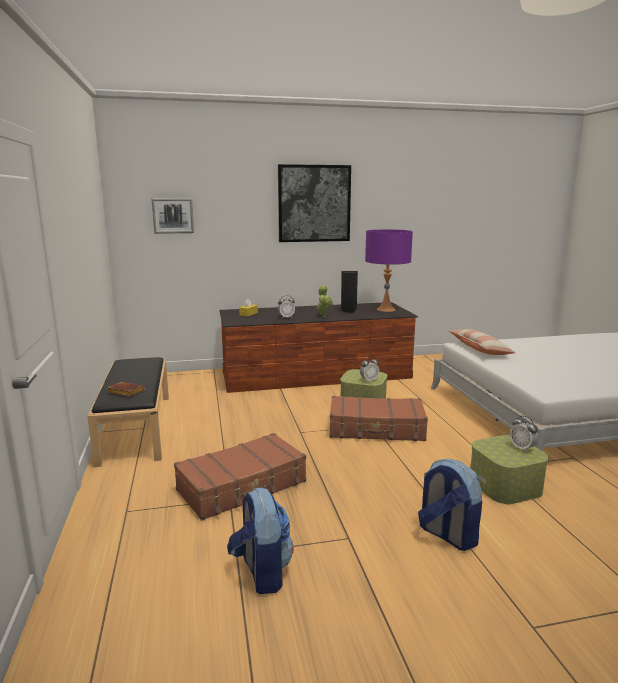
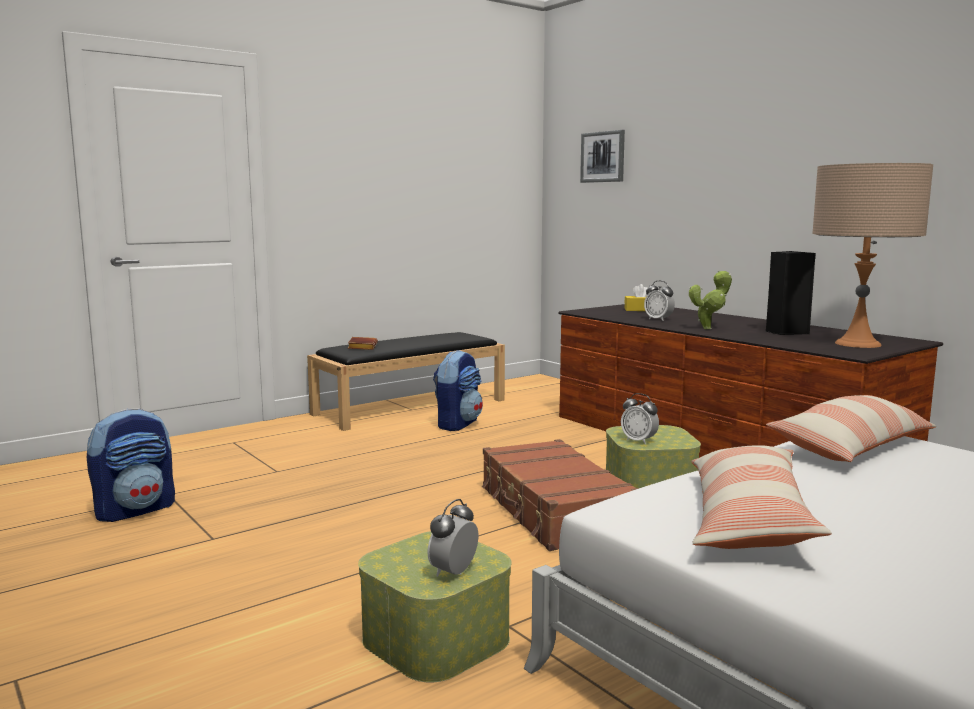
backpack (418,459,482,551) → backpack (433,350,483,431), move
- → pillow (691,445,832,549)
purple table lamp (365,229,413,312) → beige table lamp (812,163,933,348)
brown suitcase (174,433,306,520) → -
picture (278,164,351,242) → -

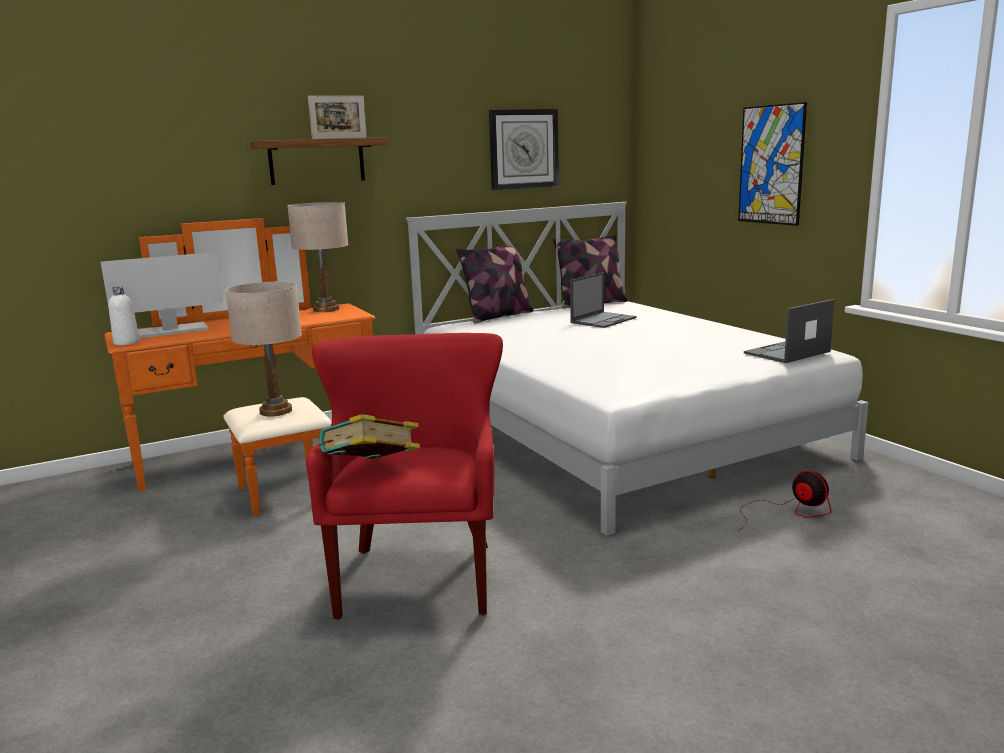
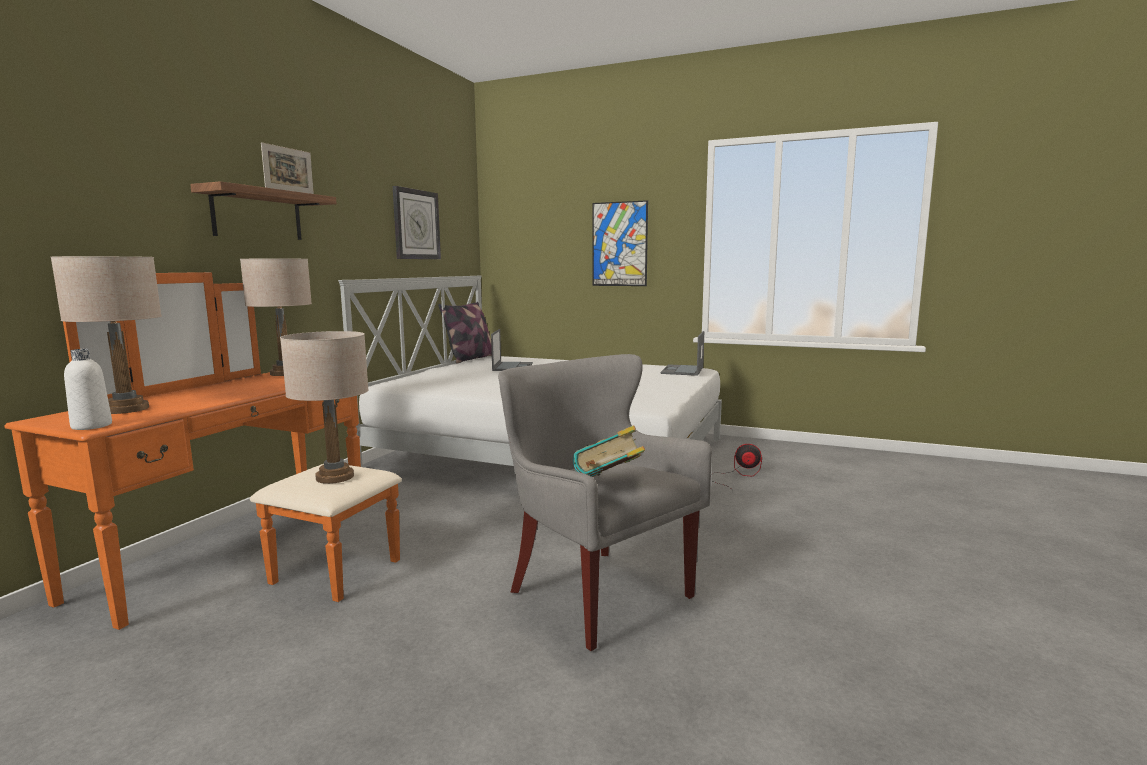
monitor (101,252,223,338) → beige table lamp (51,256,162,414)
red armchair (306,333,503,620) → grey armchair (498,354,712,651)
pillow (456,242,533,323) → -

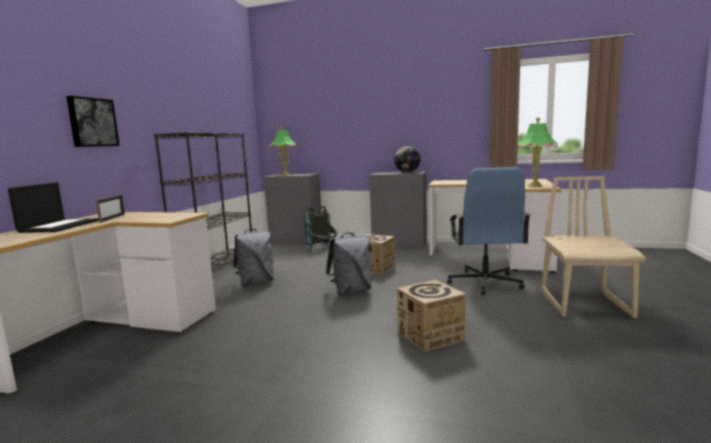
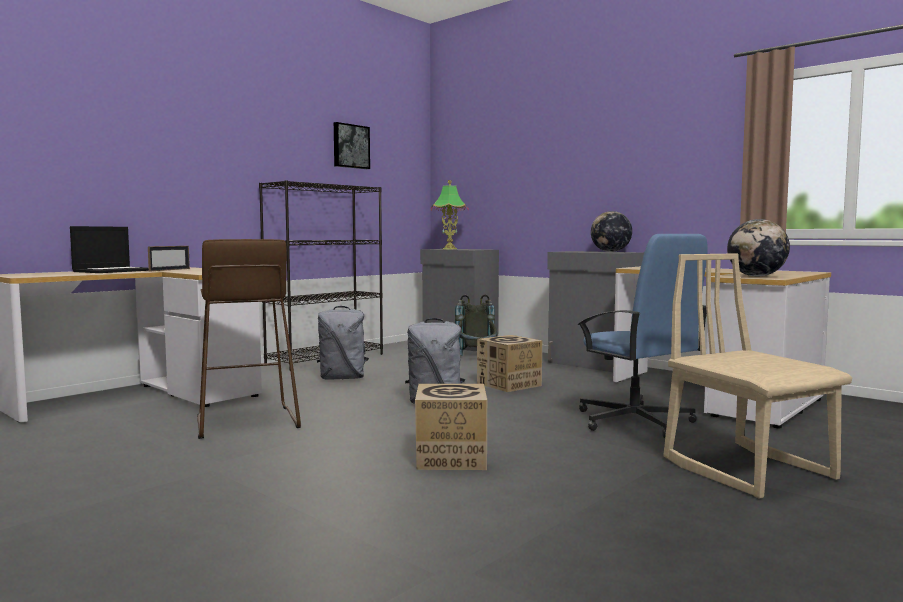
- → brown stool (197,239,301,439)
picture (66,96,119,147) → picture (334,122,370,169), move
blue office chair (447,167,530,295) → blue office chair (577,234,708,438), 60 degrees counterclockwise
beige chair (541,176,646,318) → beige chair (664,253,852,499), 60 degrees counterclockwise
table lamp (517,118,558,187) → globe (727,219,790,277)

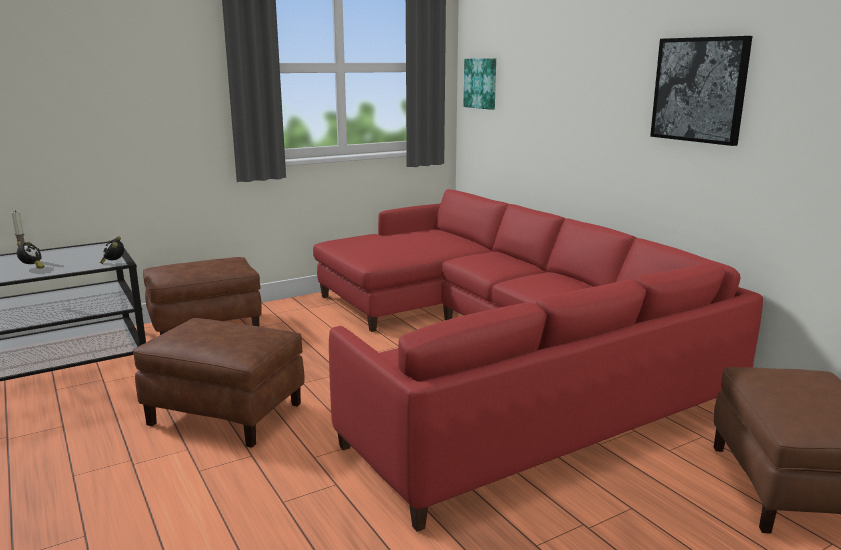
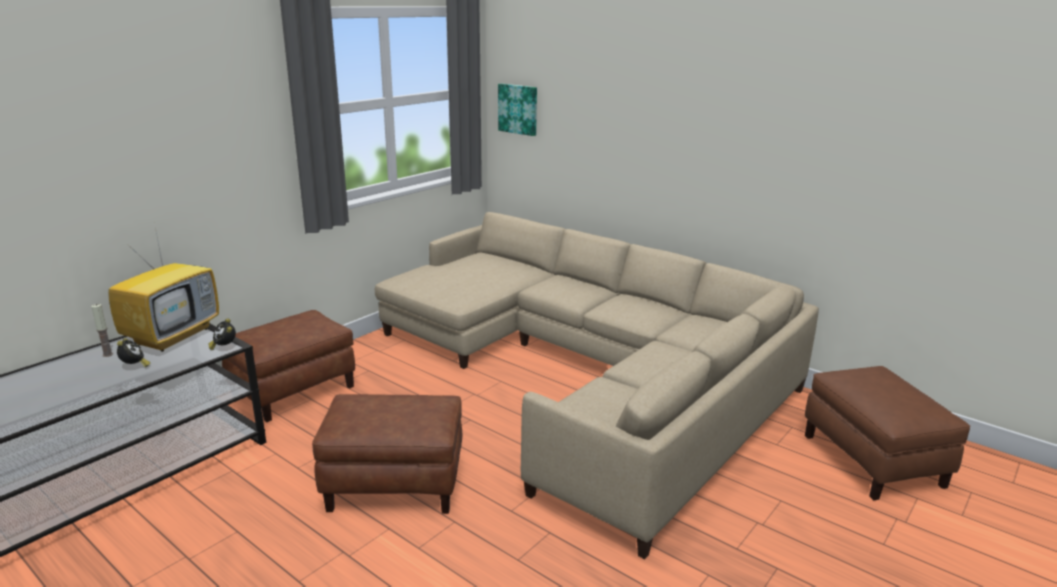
- → television (108,227,219,352)
red sofa (313,189,763,532) → beige sofa (375,212,819,559)
picture (650,36,752,146) → -

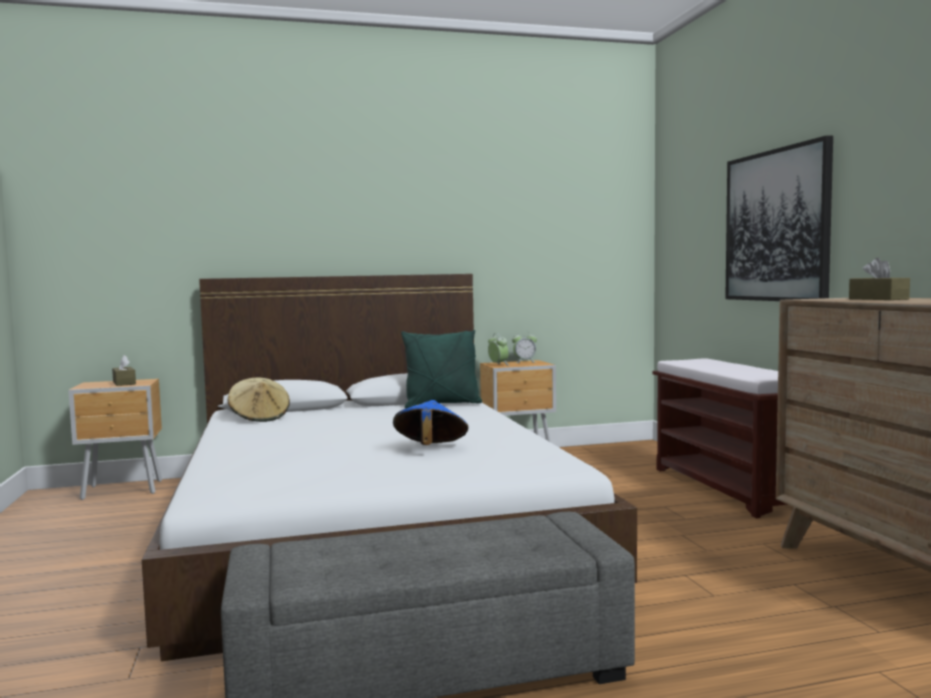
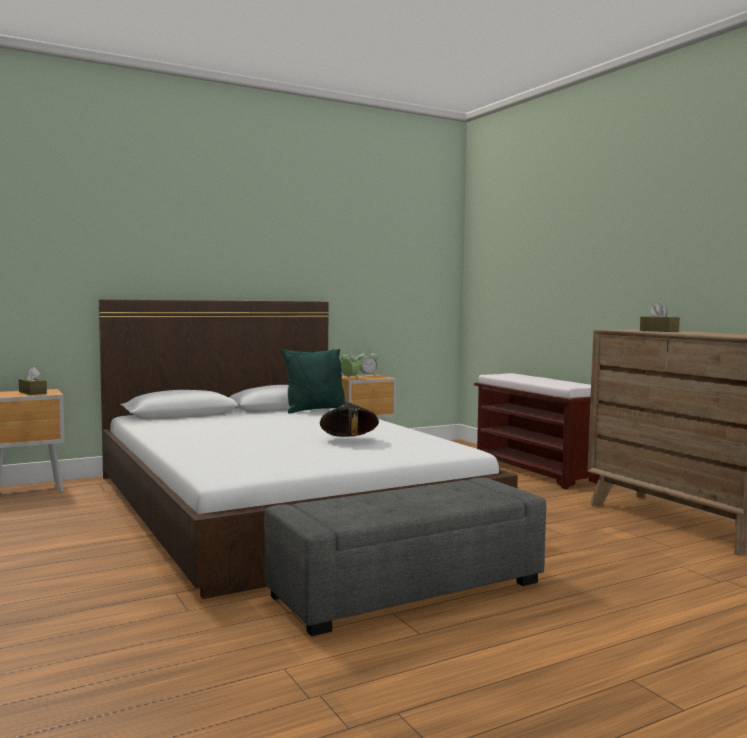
blue hat (393,400,468,445) → black hat (320,403,379,437)
beige hat (227,378,290,422) → -
picture (725,135,833,301) → -

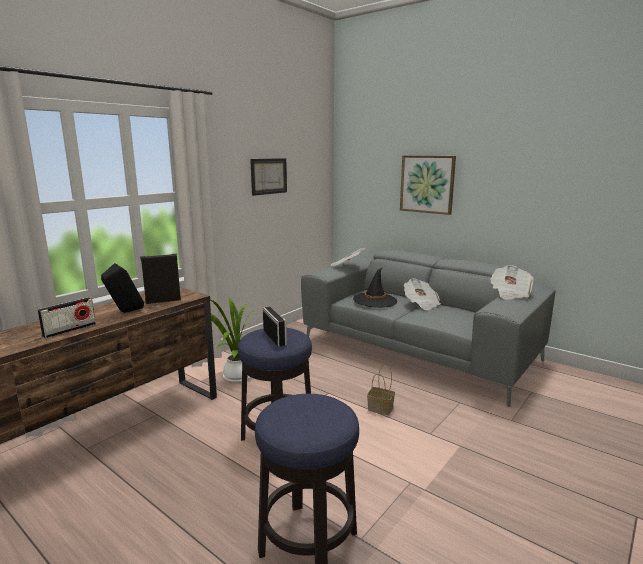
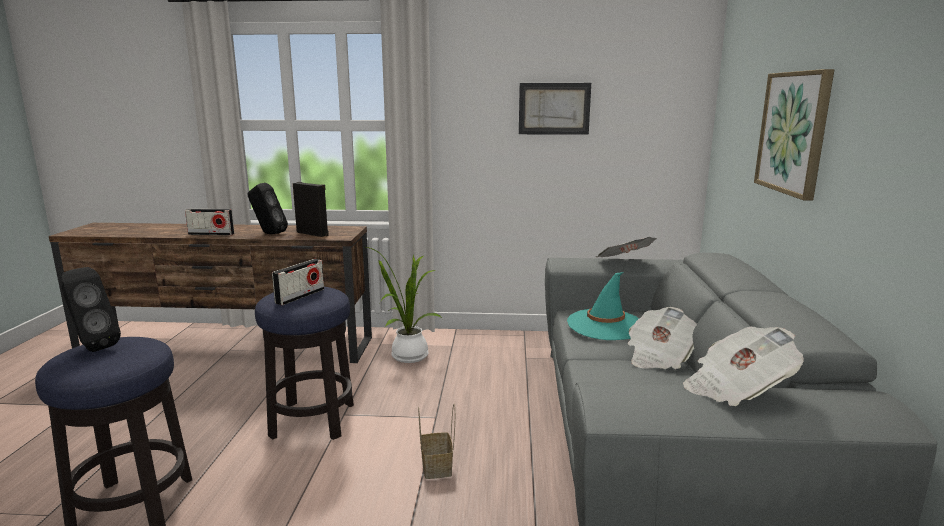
- → black speaker (60,267,121,352)
black hat (353,268,398,308) → turquoise hat (567,272,639,340)

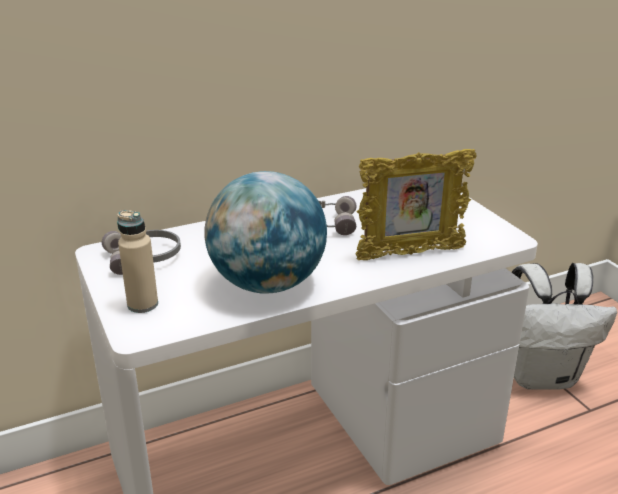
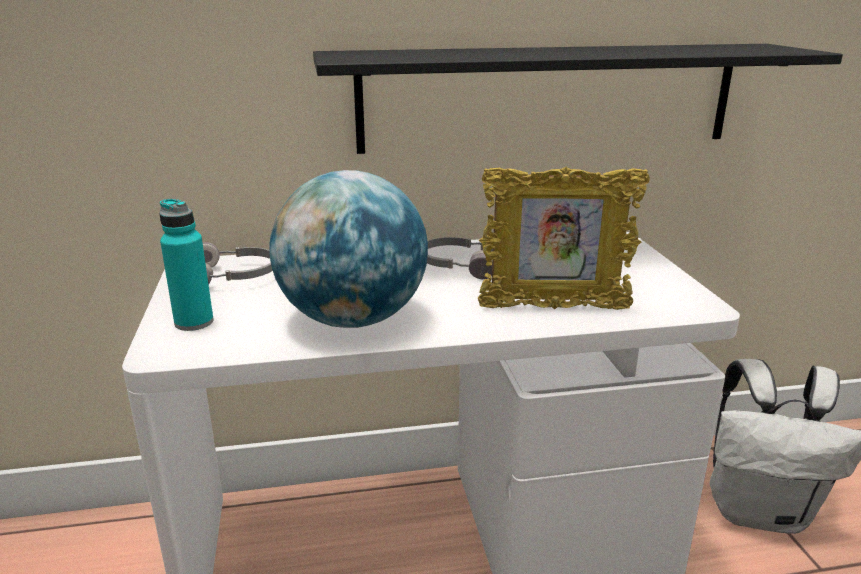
beige bottle (117,210,158,313) → turquoise bottle (159,198,214,331)
- → black shelf (313,44,843,154)

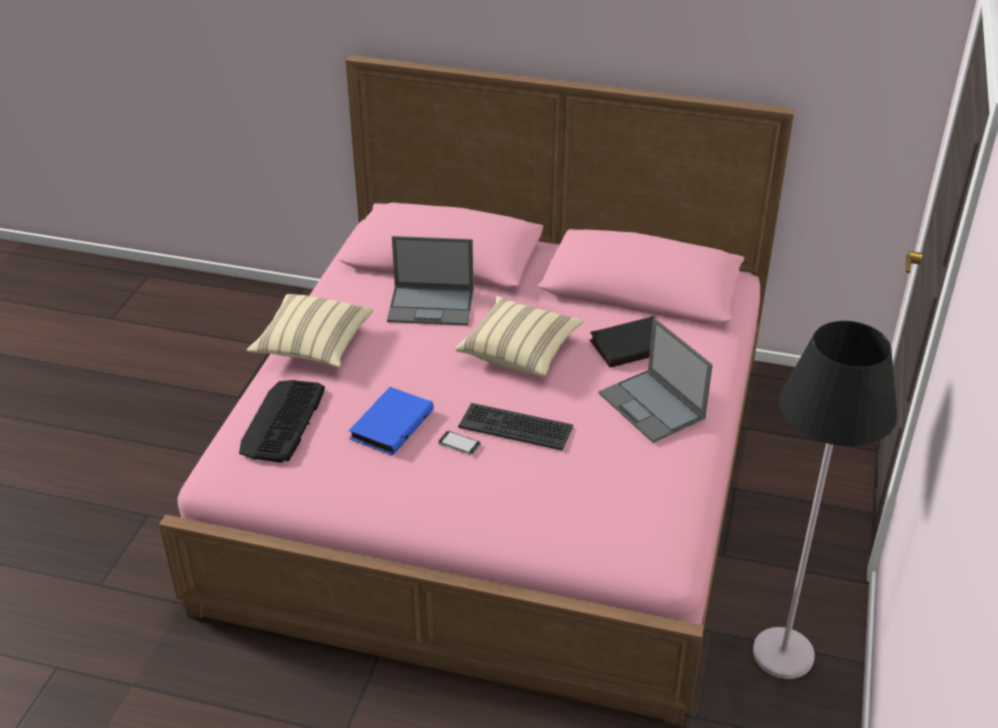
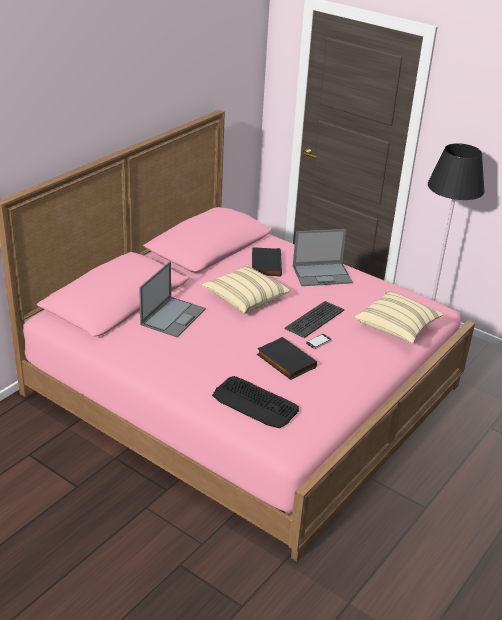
blue book (349,387,434,456) → black book (257,337,317,380)
beige pillow (247,294,373,367) → beige pillow (354,290,444,343), move

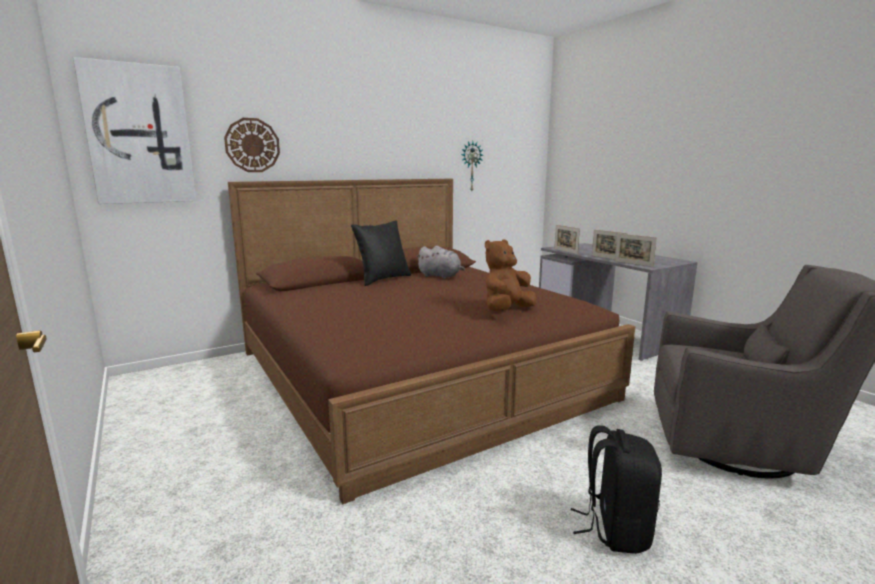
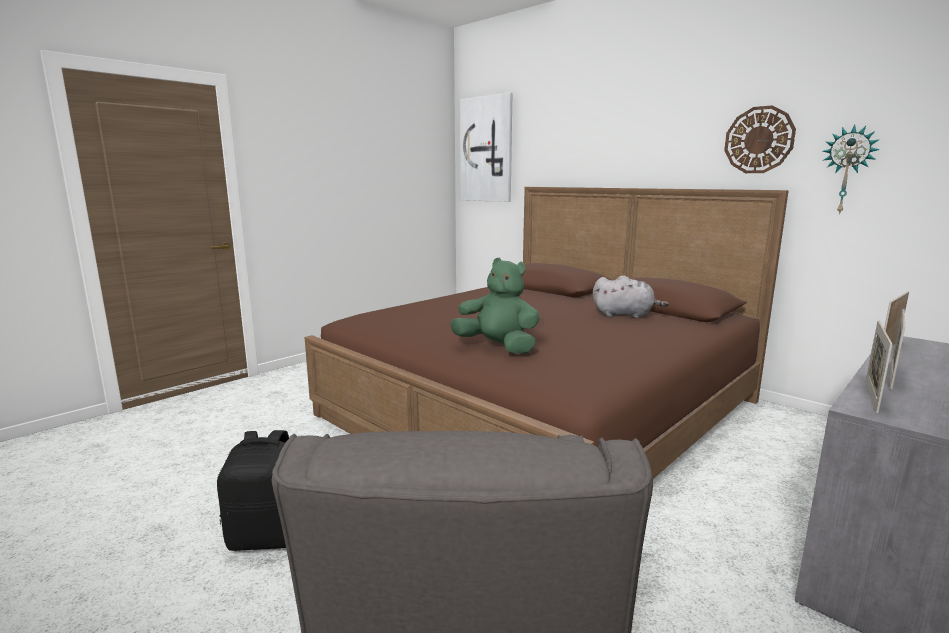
brown plush toy (485,239,536,311) → green plush toy (450,258,540,354)
grey plush toy (416,246,465,279) → grey plush toy (593,276,669,318), 90 degrees counterclockwise
wall clock (224,118,280,172) → wall clock (724,105,796,173), move
black pillow (351,221,411,286) → -

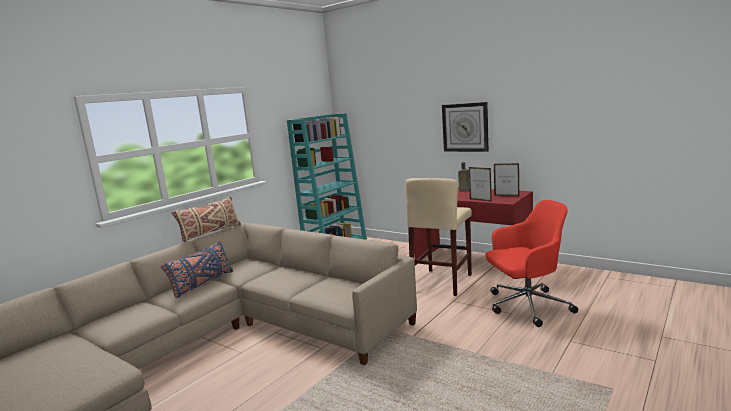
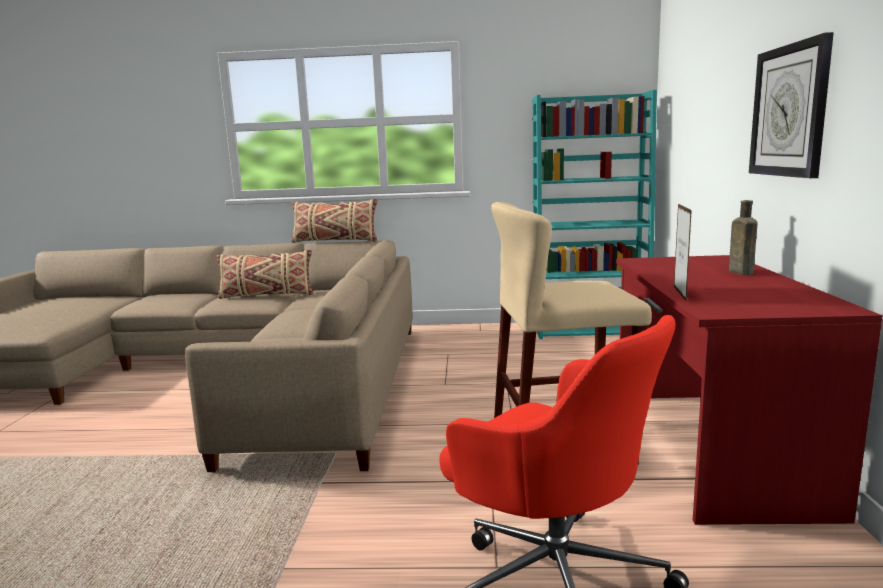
blue pillow (160,241,233,298) → beige pillow (216,250,313,299)
picture frame (494,163,519,196) → -

